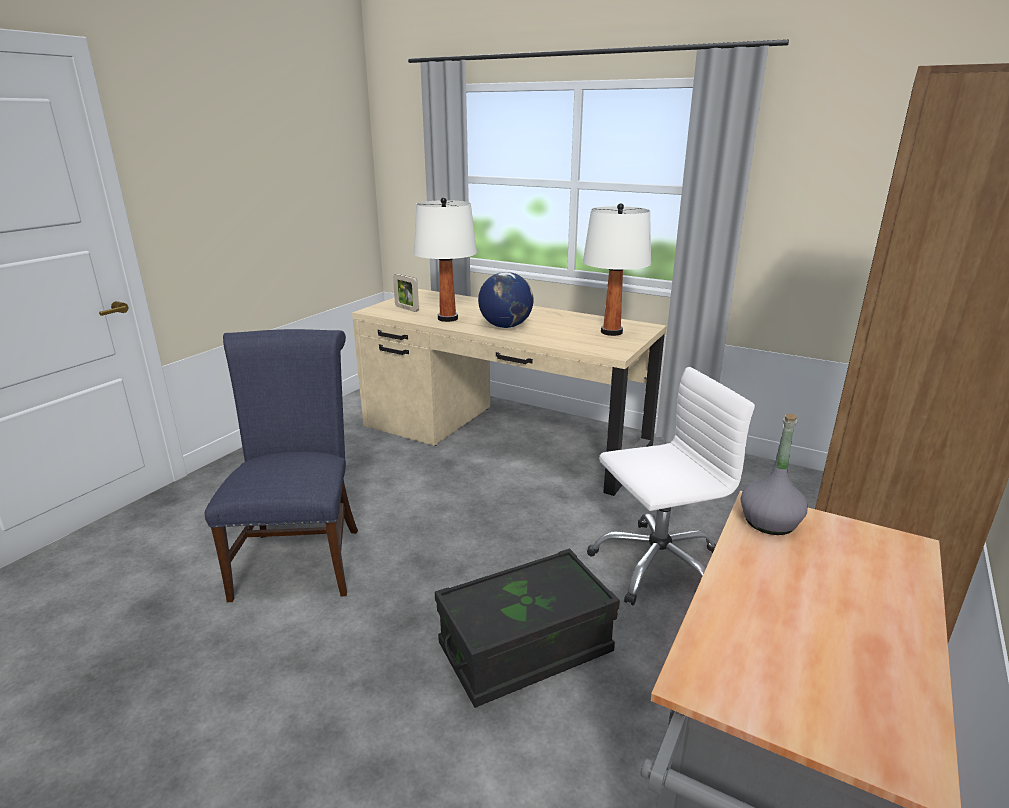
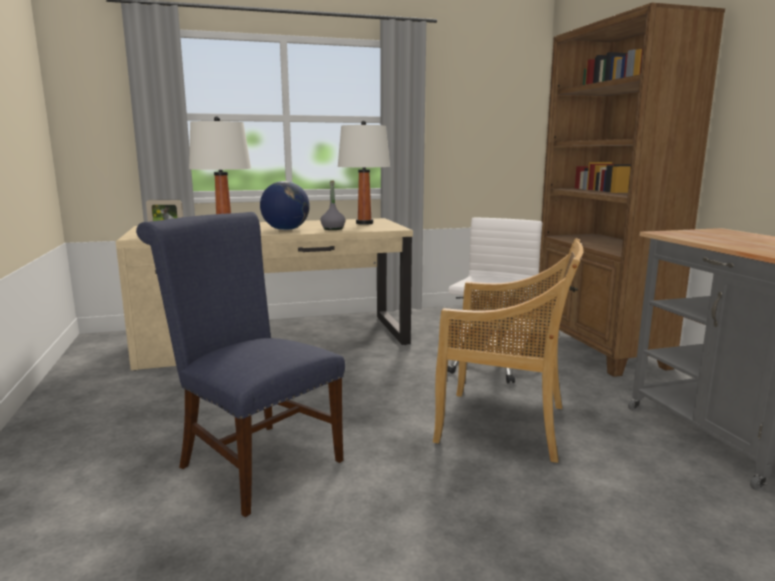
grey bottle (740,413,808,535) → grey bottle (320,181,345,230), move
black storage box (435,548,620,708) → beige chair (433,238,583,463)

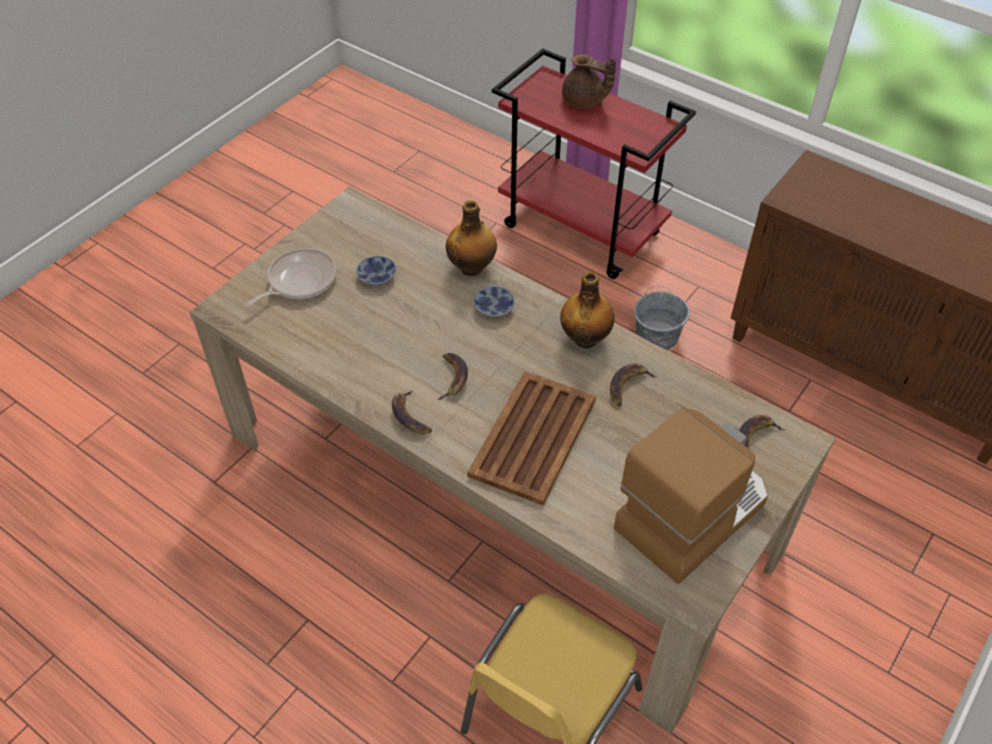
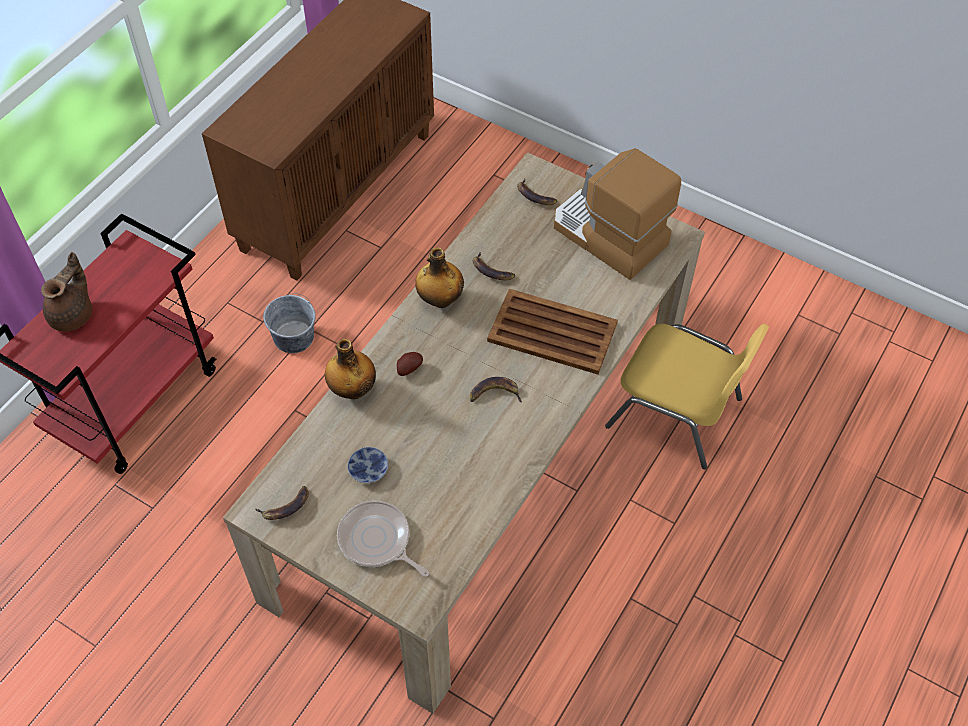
banana (392,391,432,434) → banana (256,486,309,520), move
bowl (474,286,515,317) → potato (397,352,423,376)

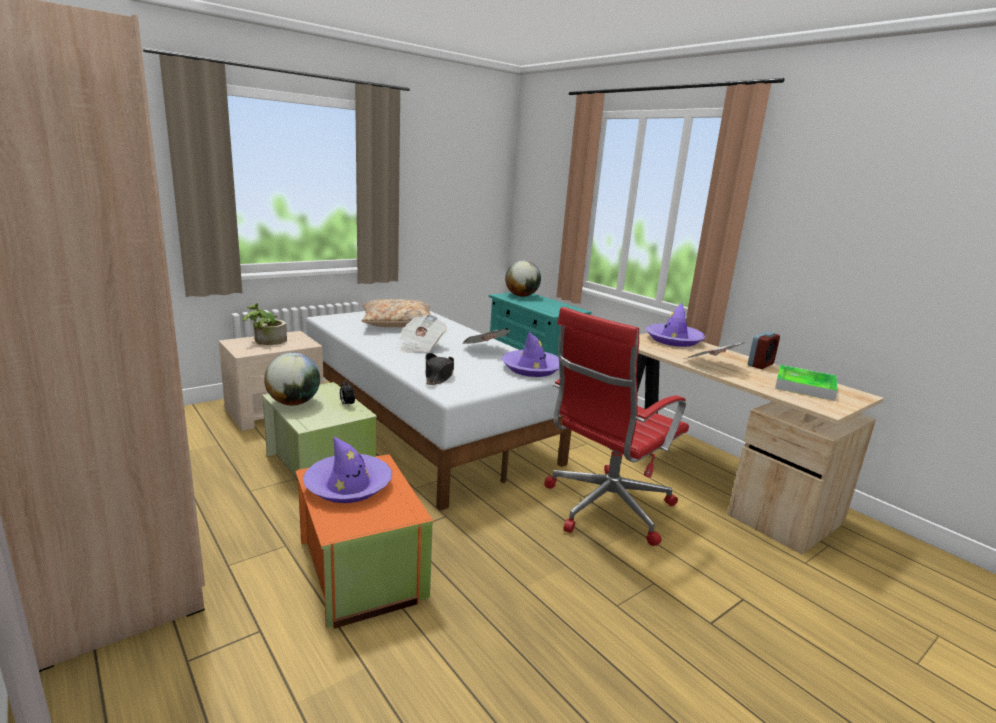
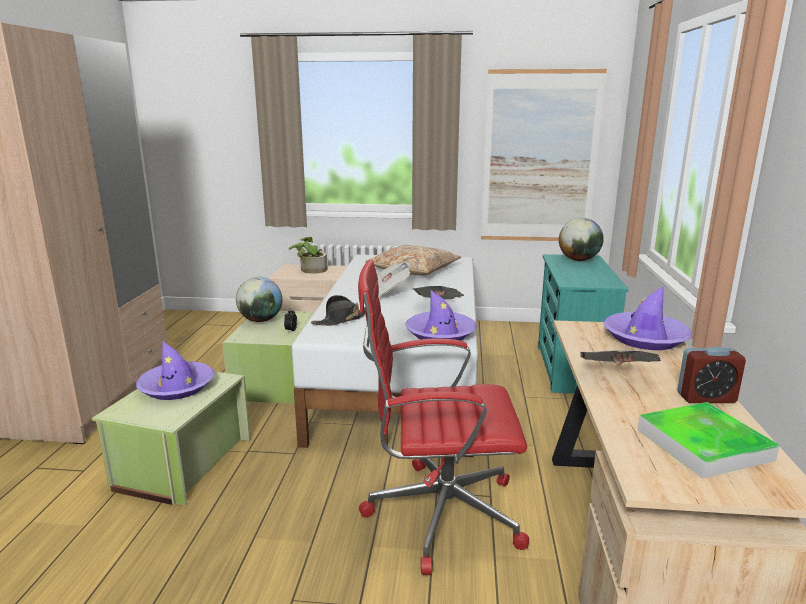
orange storage box (295,454,433,629) → green storage box (91,371,251,505)
- → picture (481,69,607,241)

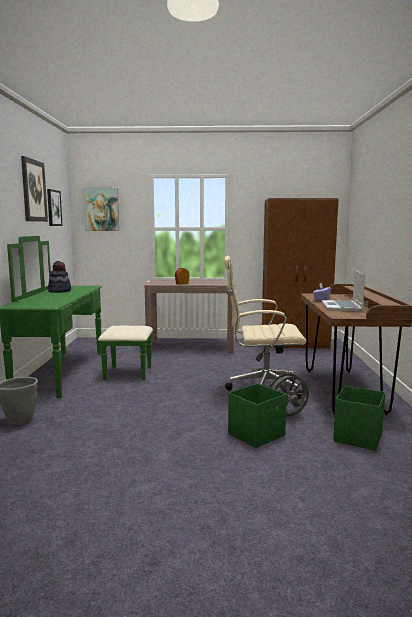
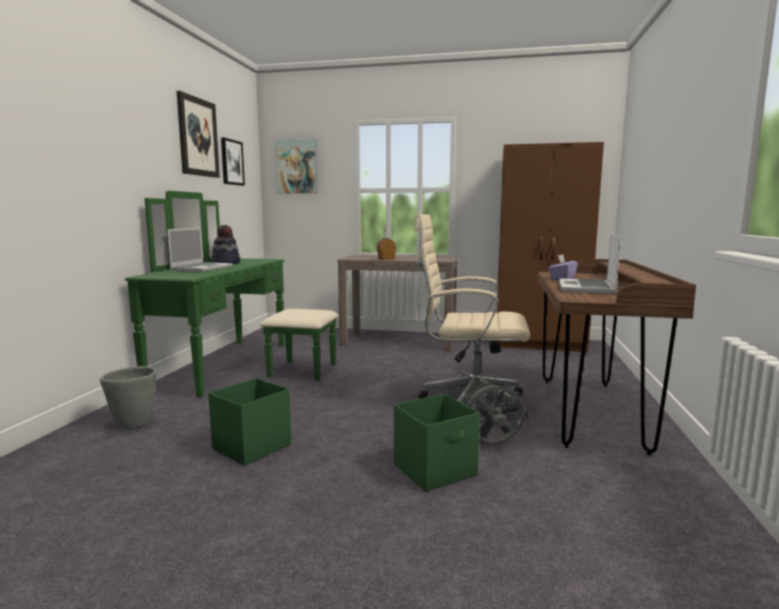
- → laptop (167,228,232,272)
green storage box (333,385,385,451) → green storage box (208,378,291,466), move

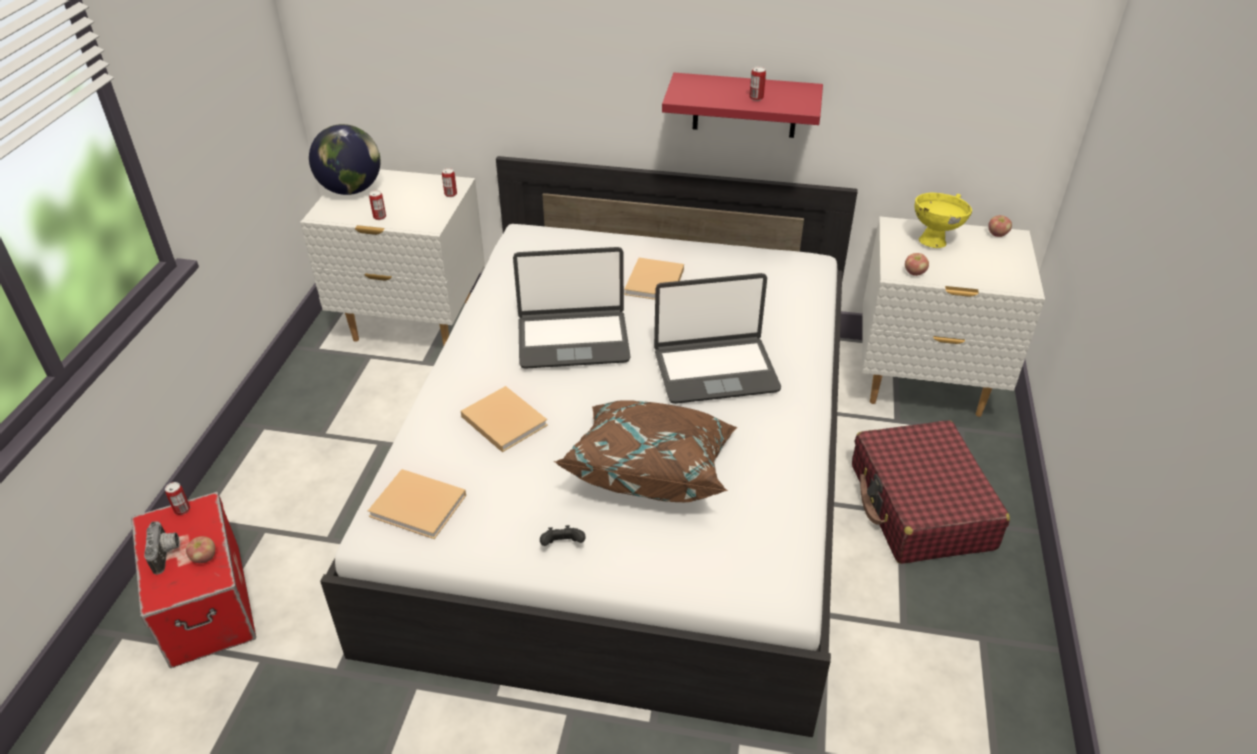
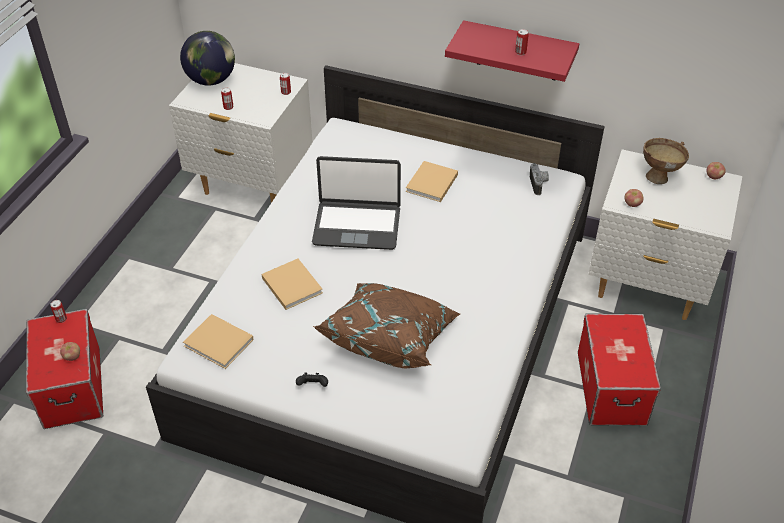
photo camera (144,521,180,575) → photo camera (530,163,549,195), move
red suitcase (852,421,1010,564) → storage box (578,313,661,426)
yellow bowl (915,193,972,248) → brown bowl (643,138,689,184)
laptop (654,273,781,404) → -

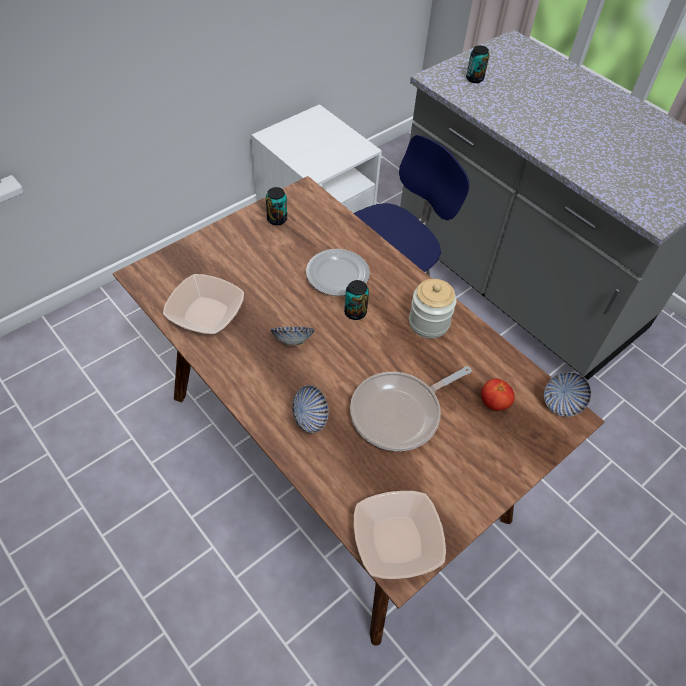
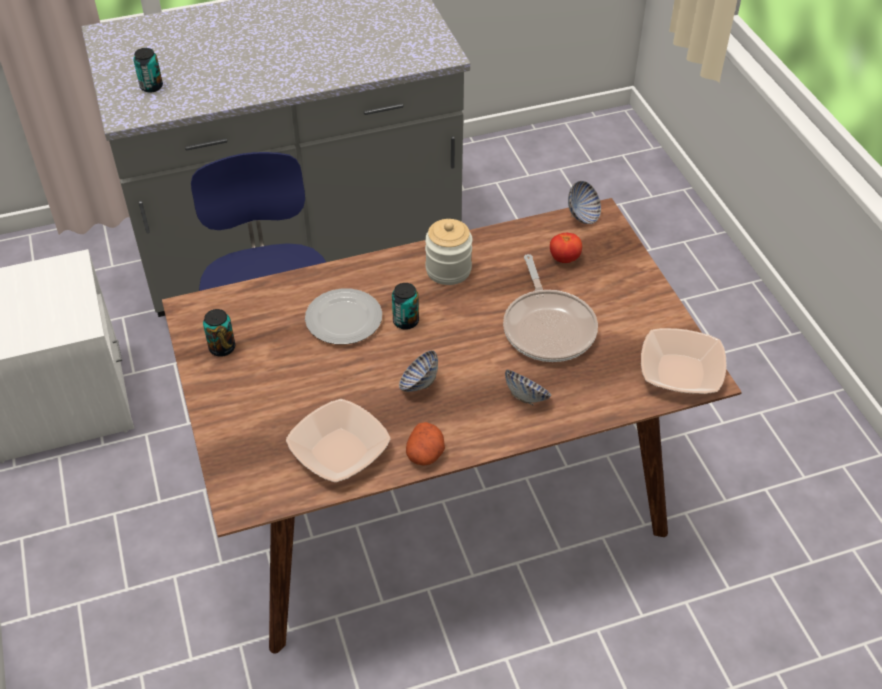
- → potato (406,422,445,466)

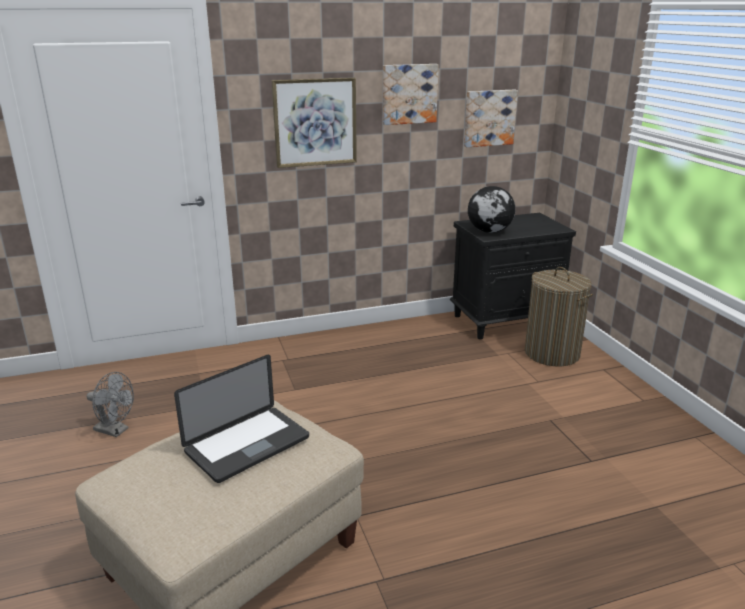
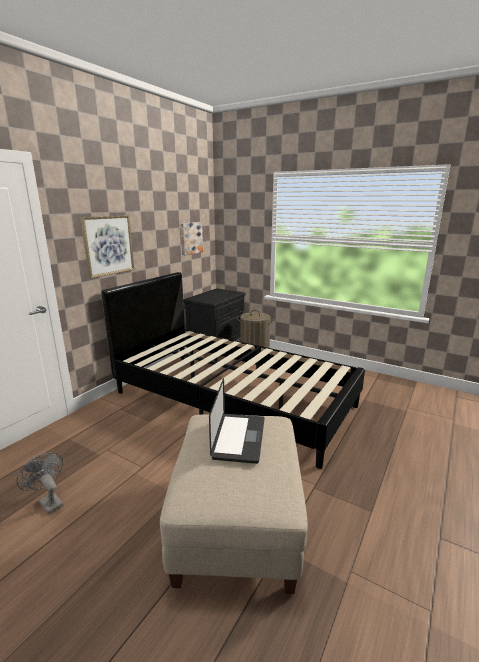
grey fan (86,372,134,437) → grey fan (17,452,63,514), 120 degrees counterclockwise
- → black bed (102,272,365,469)
picture (383,64,439,125) → -
globe (468,186,515,233) → -

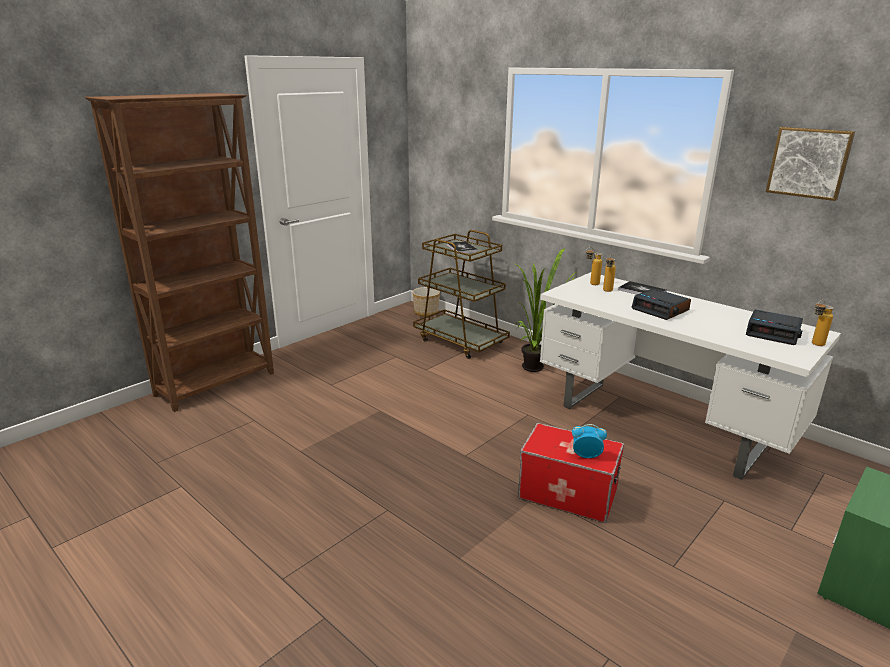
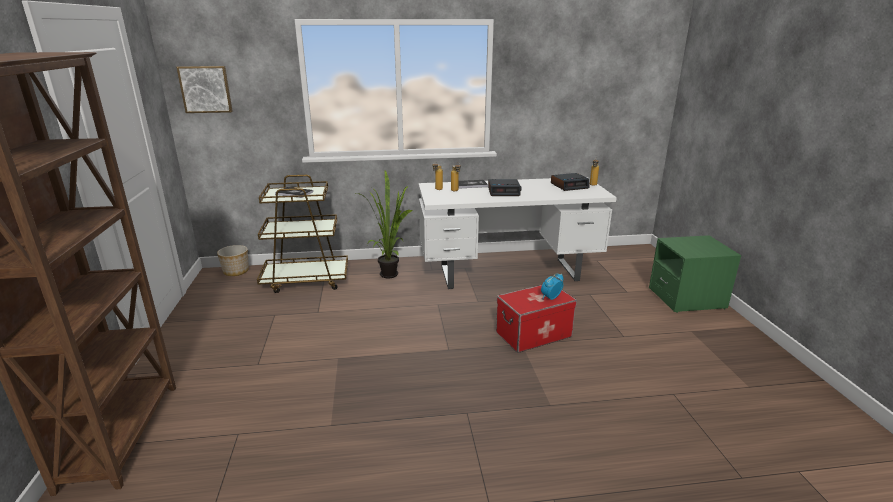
picture (766,127,855,201) → picture (177,66,233,113), move

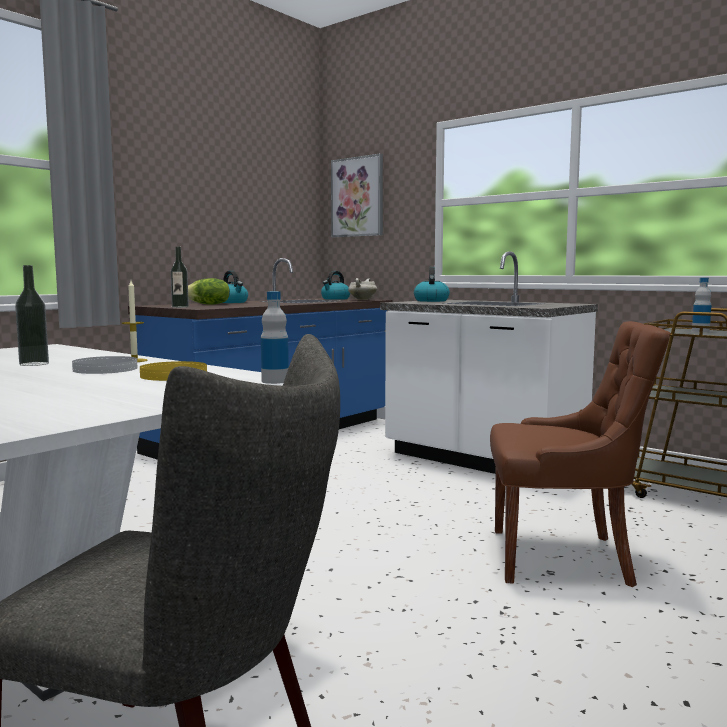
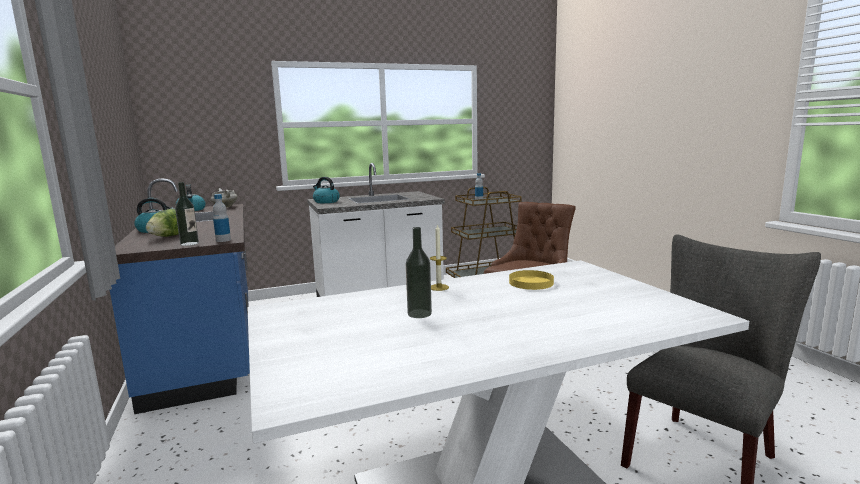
bottle (261,291,289,384) → bottle (213,194,231,242), move
white plate (72,356,138,374) → -
picture (331,154,383,237) → -

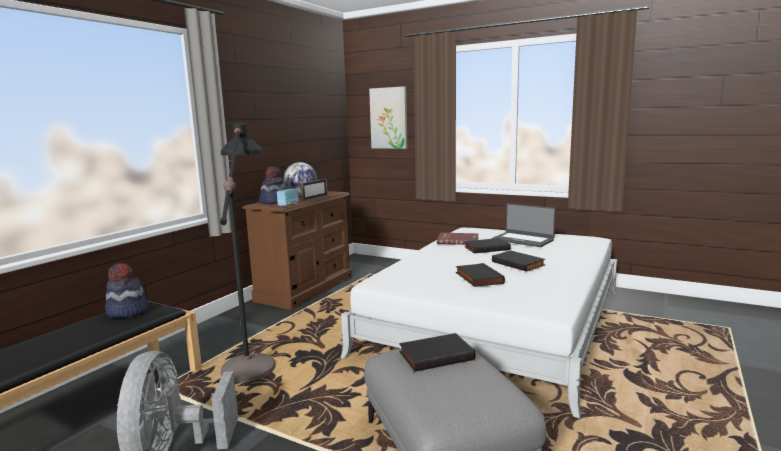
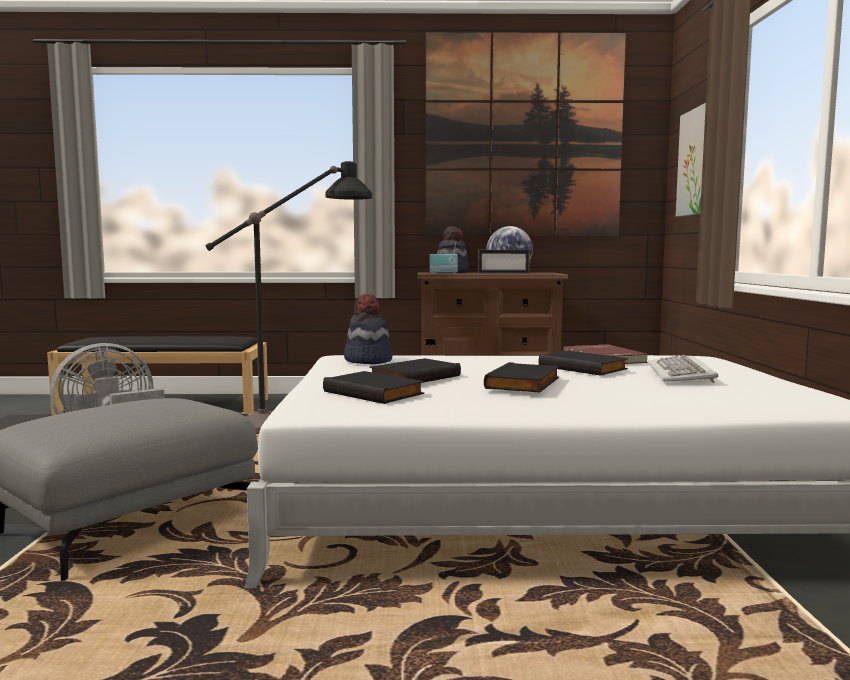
black book (399,333,475,372) → black book (323,371,424,404), move
hat (105,263,148,318) → hat (344,294,393,364), move
- → picture (426,32,626,236)
laptop (492,203,556,247) → keyboard (647,355,718,383)

